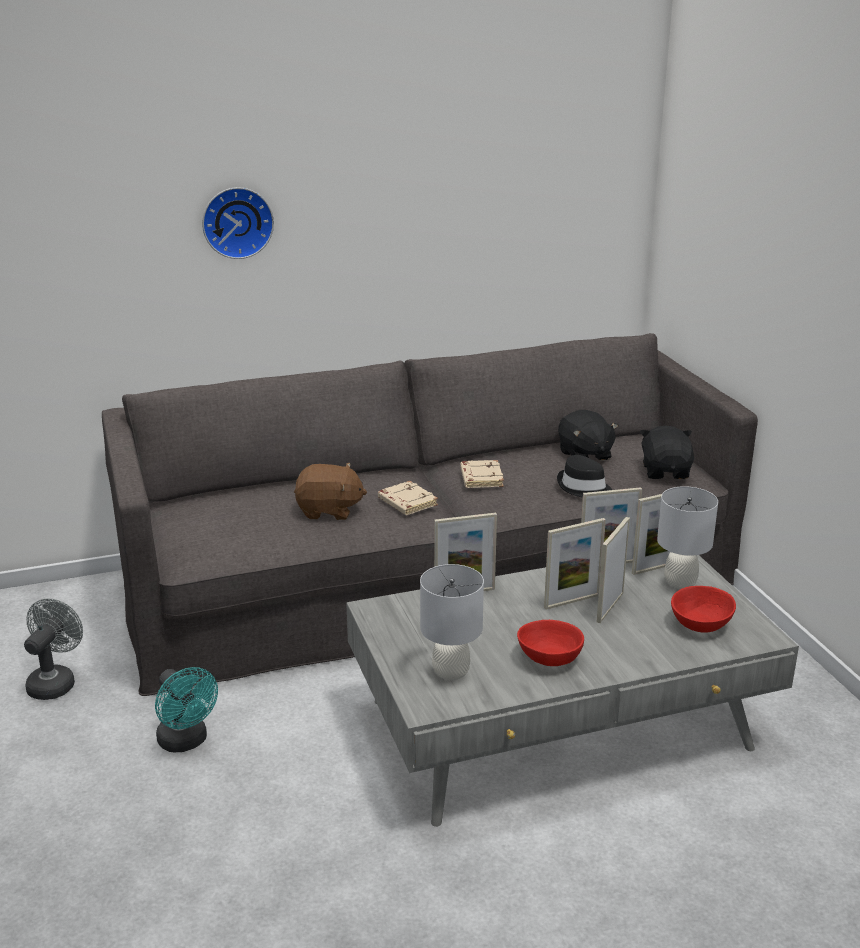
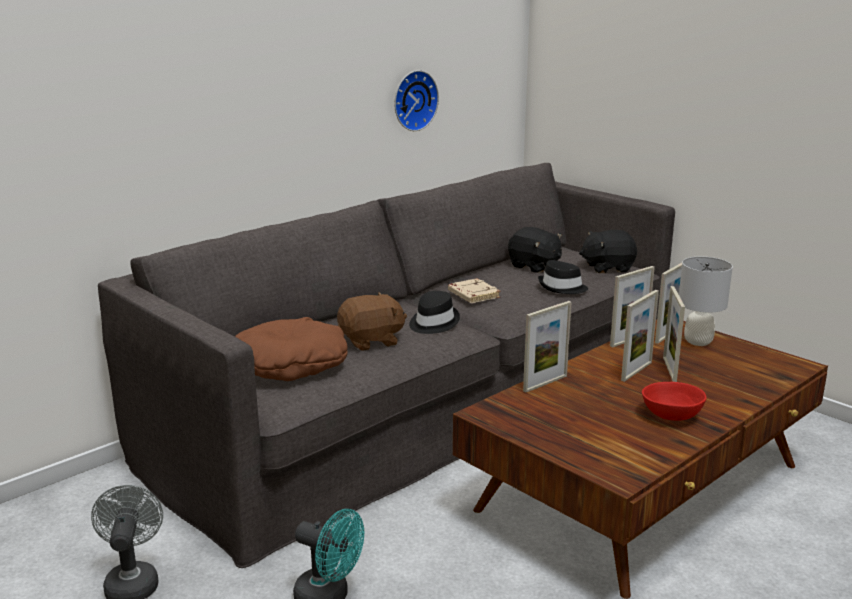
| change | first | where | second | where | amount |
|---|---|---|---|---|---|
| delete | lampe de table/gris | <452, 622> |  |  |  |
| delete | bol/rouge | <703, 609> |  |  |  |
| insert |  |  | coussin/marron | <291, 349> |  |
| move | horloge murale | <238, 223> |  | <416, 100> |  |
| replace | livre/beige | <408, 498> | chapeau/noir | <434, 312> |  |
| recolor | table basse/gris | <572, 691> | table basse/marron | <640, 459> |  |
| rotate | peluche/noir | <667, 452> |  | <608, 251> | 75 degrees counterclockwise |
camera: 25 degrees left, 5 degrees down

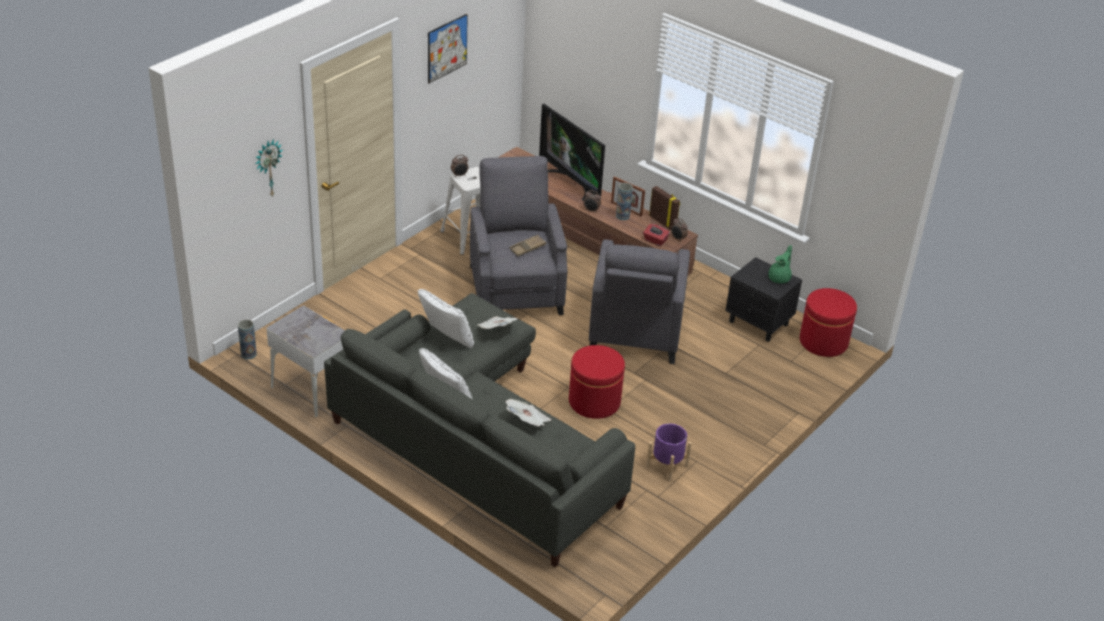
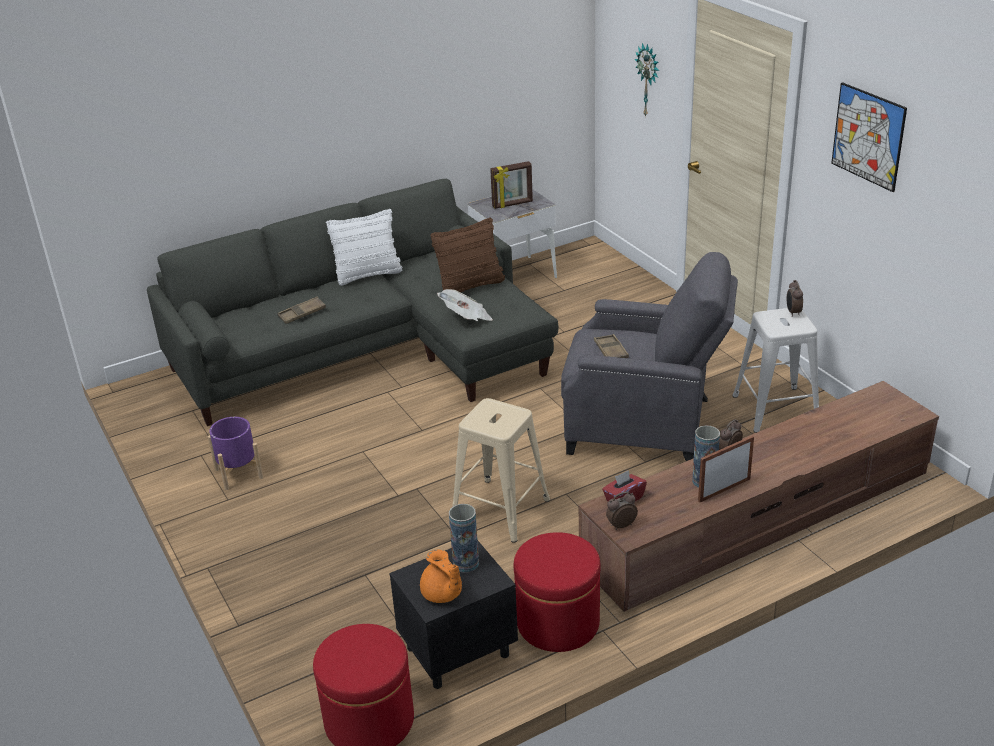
| change | first | where | second | where | amount |
|---|---|---|---|---|---|
| delete | téléviseur | <572, 152> |  |  |  |
| move | vase | <247, 339> |  | <464, 538> |  |
| move | pouf/rouge | <597, 382> |  | <557, 592> |  |
| move | cadre photo | <664, 208> |  | <511, 185> |  |
| replace | journal | <528, 413> | plateau/marron | <301, 310> |  |
| replace | fauteuil/gris | <639, 301> | tabouret/beige | <501, 470> |  |
| recolor | coussin/blanc | <445, 318> | coussin/marron | <467, 254> |  |
| recolor | théière/vert | <780, 264> | théière/orange | <441, 576> |  |
camera: 115 degrees right, 5 degrees down

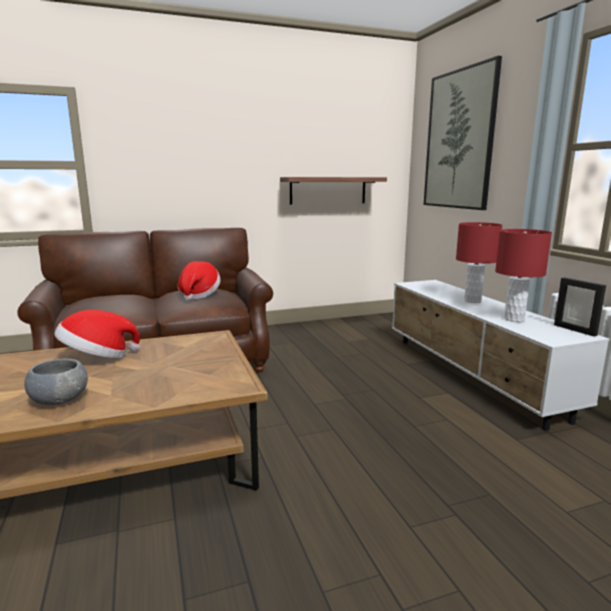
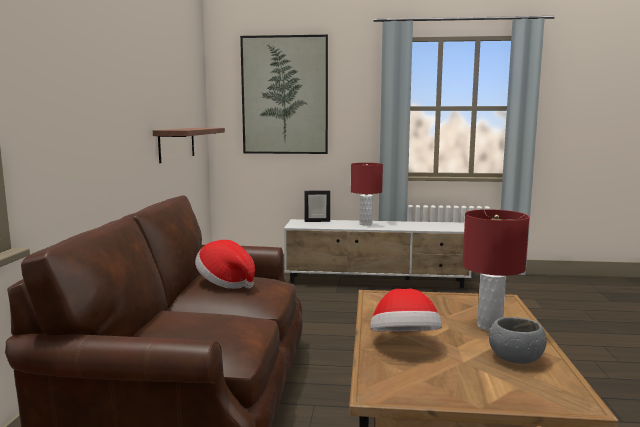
| change | first | where | second | where | amount |
|---|---|---|---|---|---|
| move | lampe de table/rouge | <523, 275> |  | <495, 270> |  |
| move | cadre photo | <580, 307> |  | <317, 206> |  |
camera: 65 degrees left, 5 degrees down

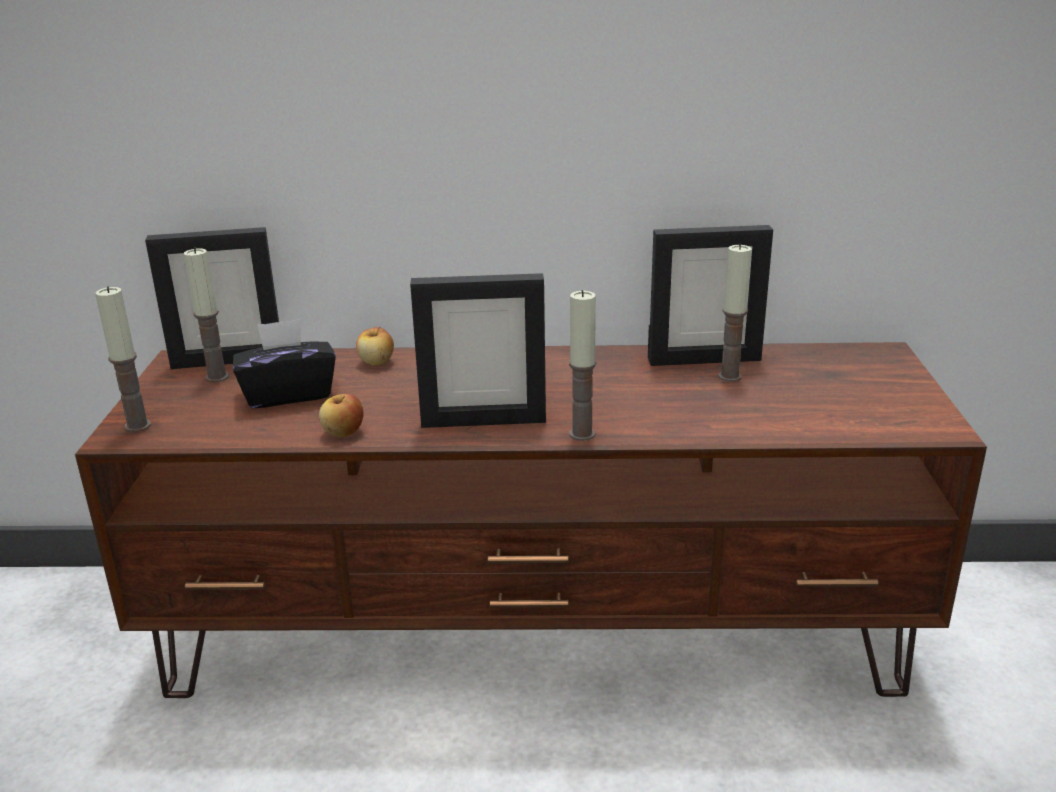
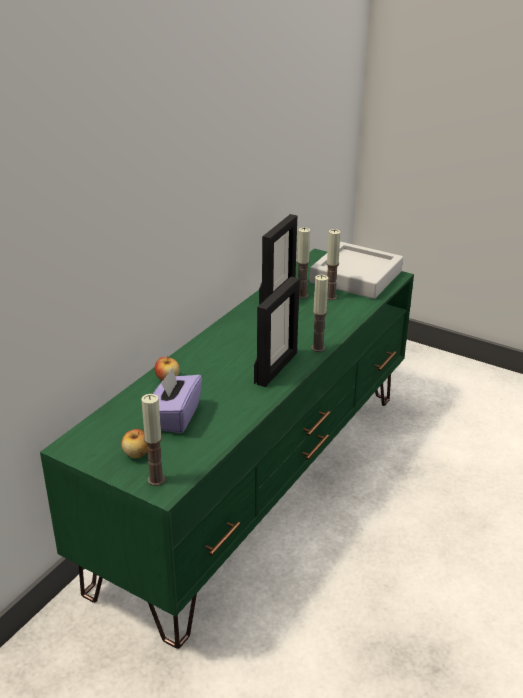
| change | first | where | second | where | amount |
|---|---|---|---|---|---|
| delete | cadre photo | <212, 298> |  |  |  |
| insert |  |  | plateau/gris | <356, 270> |  |
| move | bougie | <206, 315> |  | <333, 264> |  |
| move | pomme | <341, 415> |  | <134, 443> |  |
| recolor | meuble télé/marron | <531, 520> | meuble télé/vert | <227, 448> |  |
| recolor | boîte à mouchoirs/noir | <284, 364> | boîte à mouchoirs/violet | <177, 400> |  |
camera: 60 degrees left, 5 degrees up

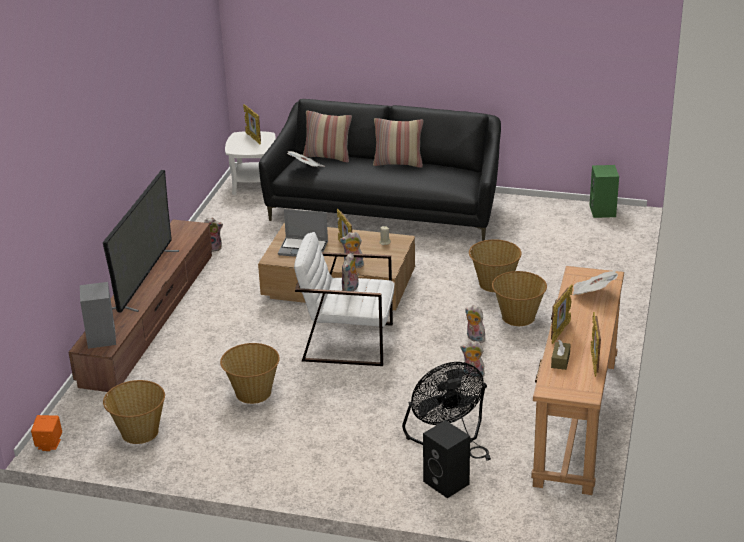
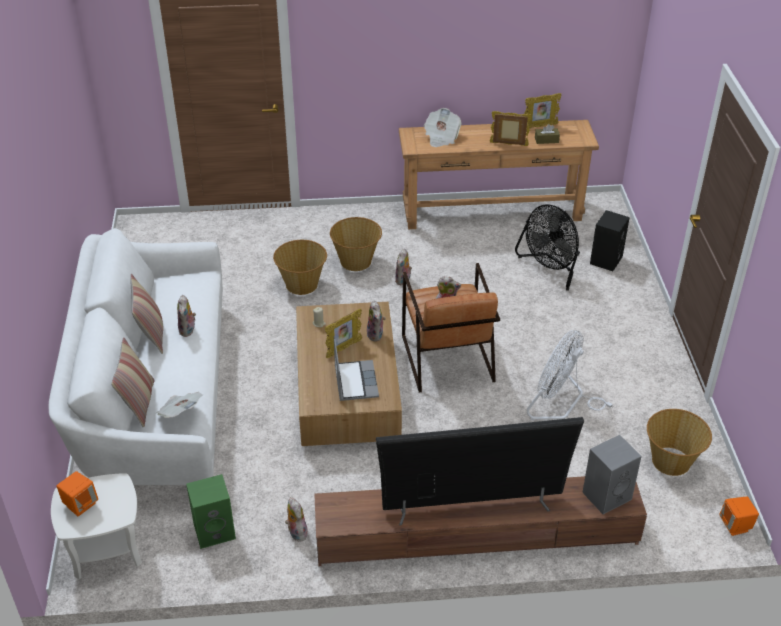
| change | first | where | second | where | amount |
|---|---|---|---|---|---|
| move | peluche | <472, 360> |  | <186, 316> |  |
| move | enceinte/vert | <604, 191> |  | <211, 511> |  |
| replace | panier | <250, 373> | ventilateur/blanc | <570, 375> |  |
| replace | cadre photo | <252, 124> | enceinte/orange | <77, 493> |  |
| recolor | canapé/noir | <380, 170> | canapé/blanc | <136, 356> |  |
| recolor | fauteuil/blanc | <344, 299> | fauteuil/marron | <451, 328> |  |
camera: 110 degrees left, 10 degrees up

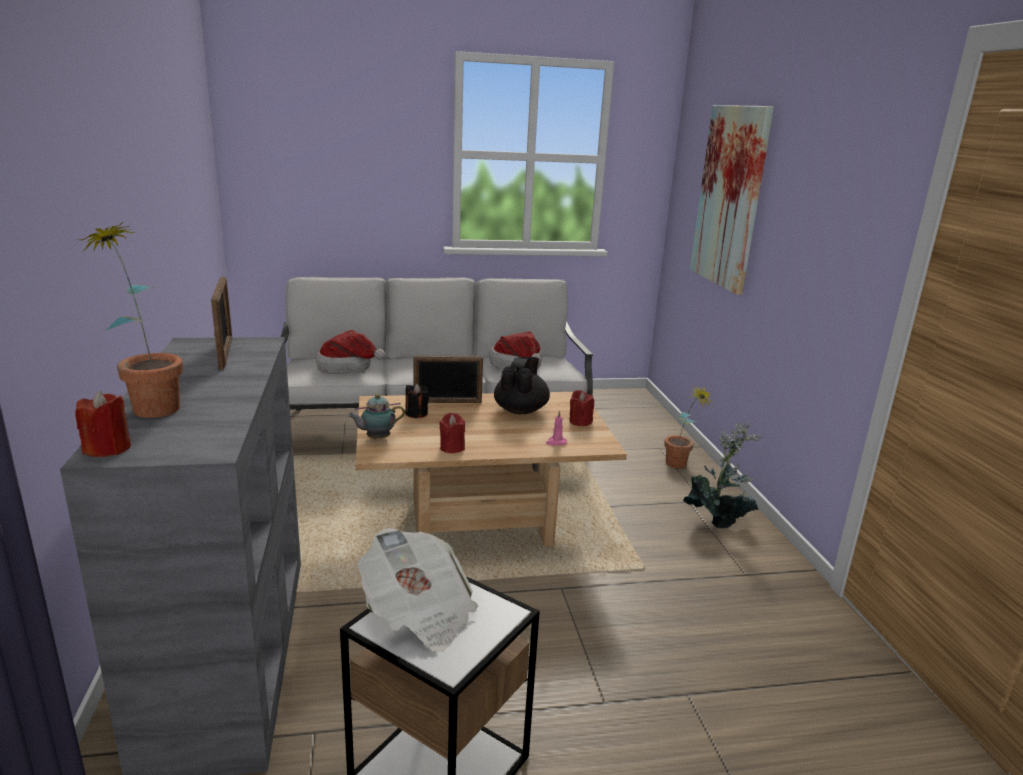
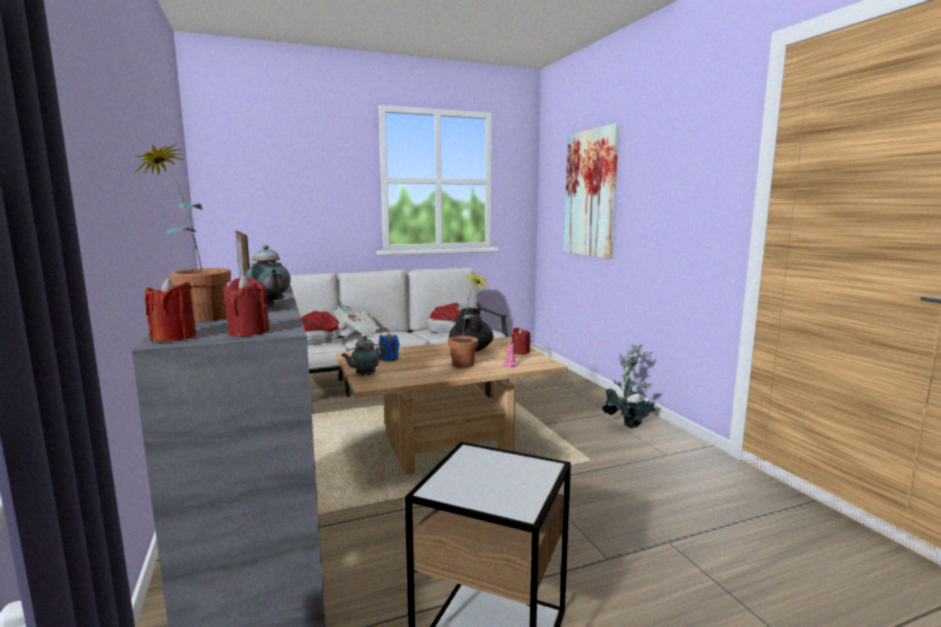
| change | first | where | second | where | amount |
|---|---|---|---|---|---|
| delete | cadre photo | <448, 379> |  |  |  |
| insert |  |  | théière | <268, 275> |  |
| move | journal | <418, 590> |  | <357, 320> |  |
| move | bougie/rouge | <452, 433> |  | <246, 306> |  |
| move | plante en pot | <689, 427> |  | <469, 320> |  |
| recolor | bougie/noir | <417, 401> | bougie/bleu | <389, 347> |  |
camera: 10 degrees left, 10 degrees down

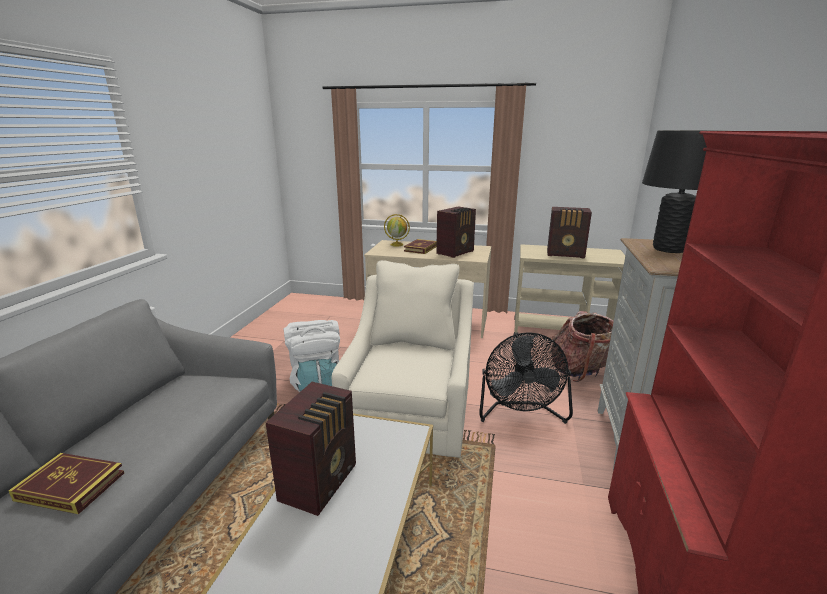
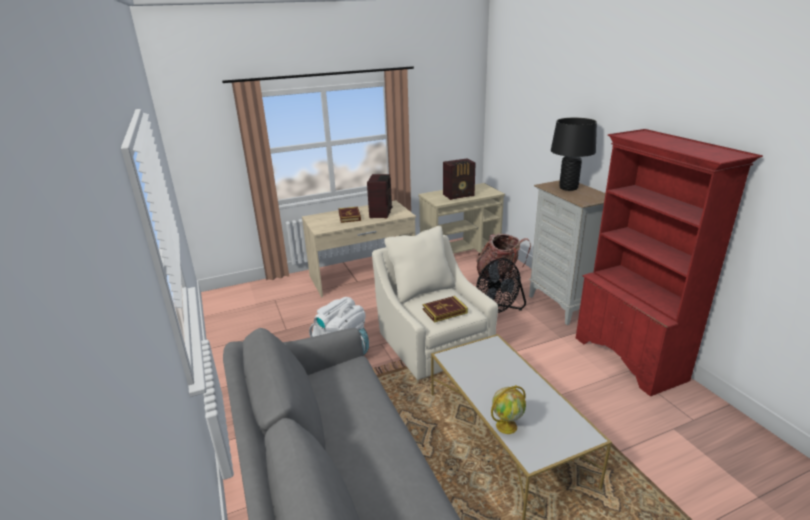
| change | first | where | second | where | amount |
|---|---|---|---|---|---|
| delete | radio | <310, 449> |  |  |  |
| move | livre | <66, 483> |  | <445, 309> |  |
| move | globe | <397, 230> |  | <508, 409> |  |
camera: 35 degrees left, 5 degrees up

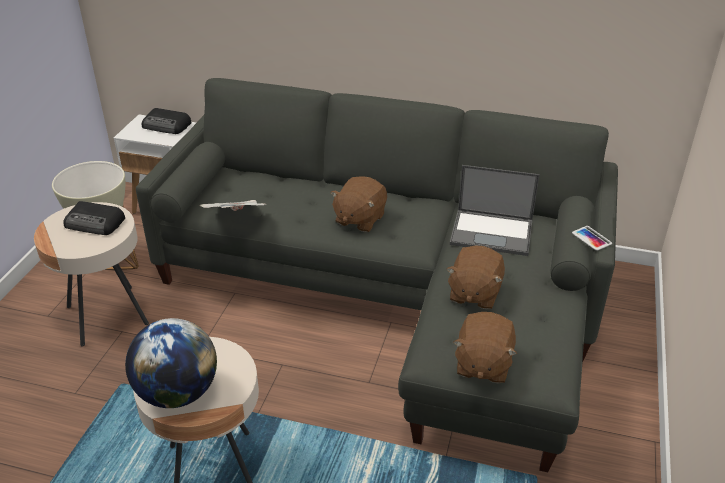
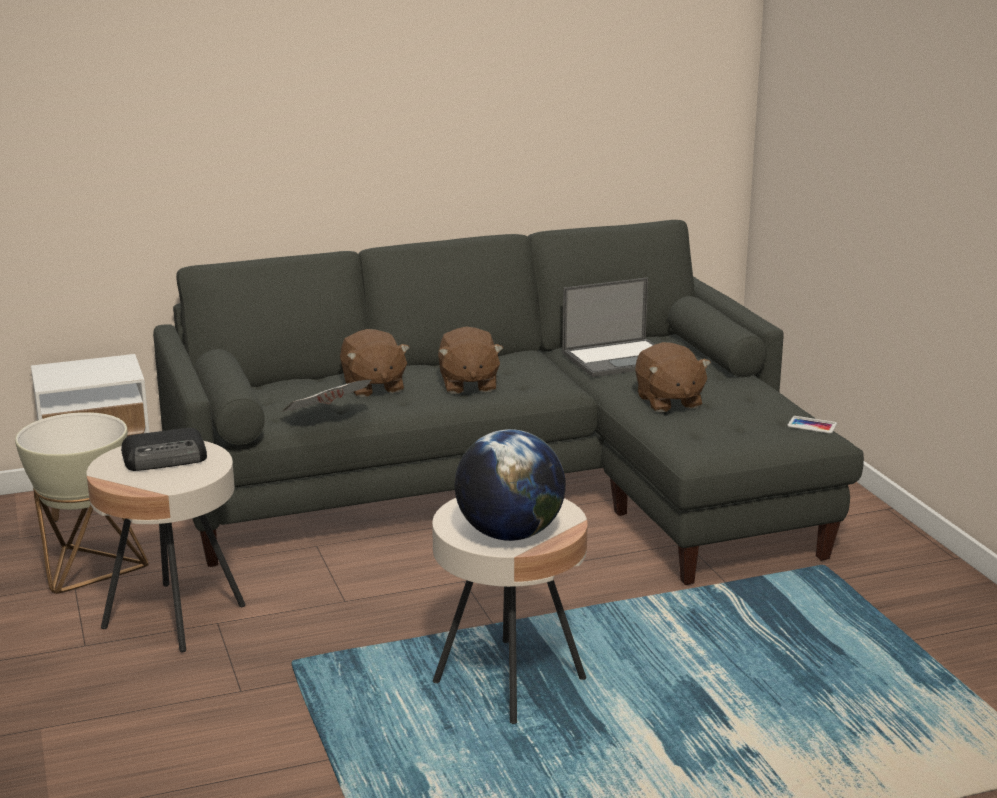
| change | first | where | second | where | amount |
|---|---|---|---|---|---|
| delete | radio | <166, 121> |  |  |  |
| move | peluche/marron | <485, 348> |  | <375, 363> |  |
| move | téléphone | <592, 238> |  | <812, 424> |  |
camera: 35 degrees left, 15 degrees down

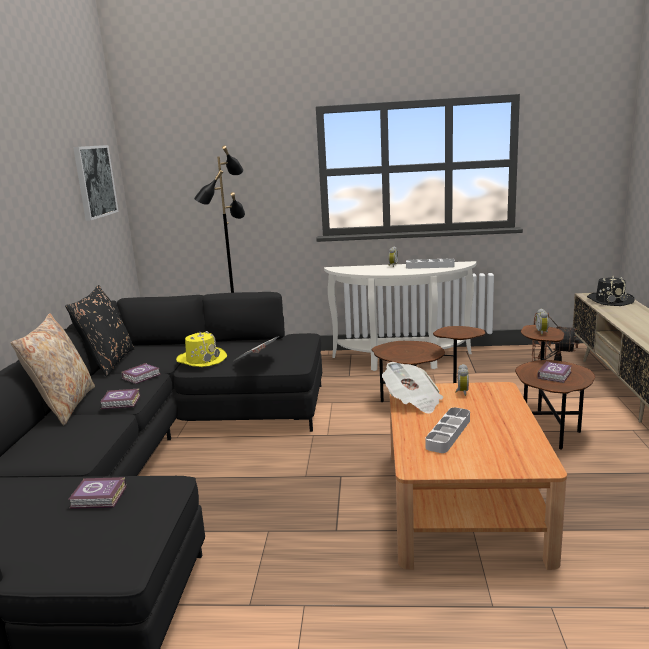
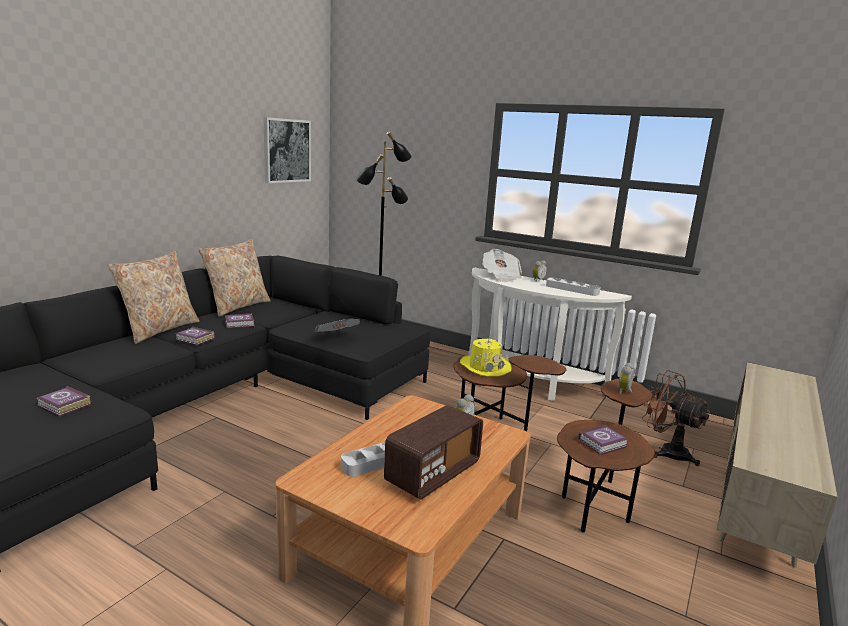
| change | first | where | second | where | amount |
|---|---|---|---|---|---|
| delete | chapeau/noir | <611, 291> |  |  |  |
| insert |  |  | radio | <433, 452> |  |
| move | chapeau/jaune | <201, 349> |  | <486, 357> |  |
| move | journal | <412, 388> |  | <502, 265> |  |
| recolor | coussin/noir | <100, 331> | coussin/beige | <234, 278> |  |
camera: 25 degrees right, 0 degrees up

